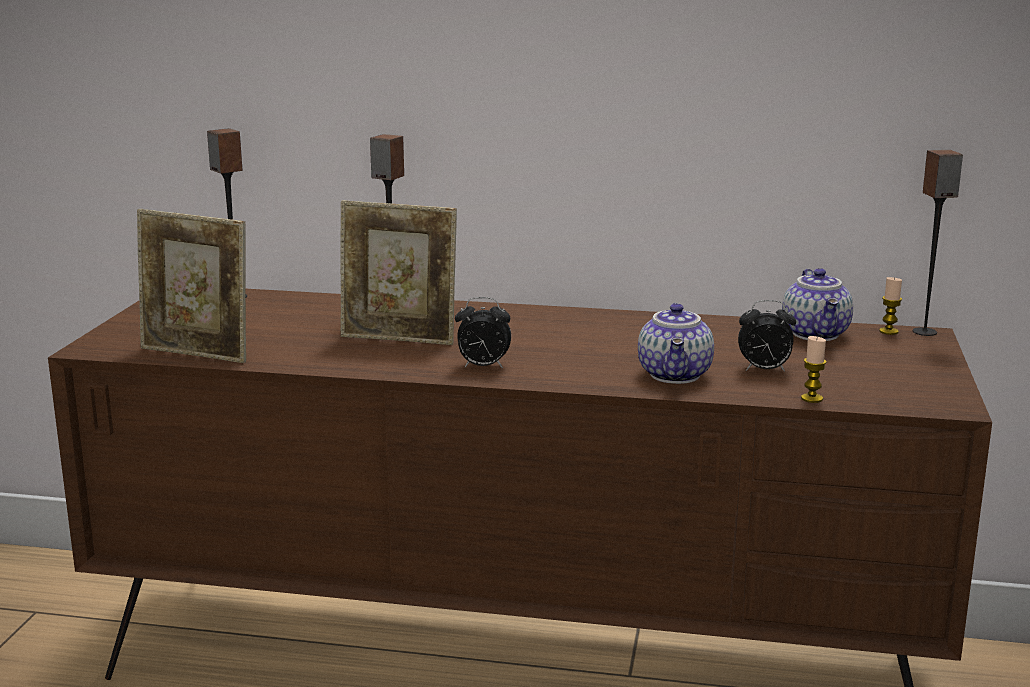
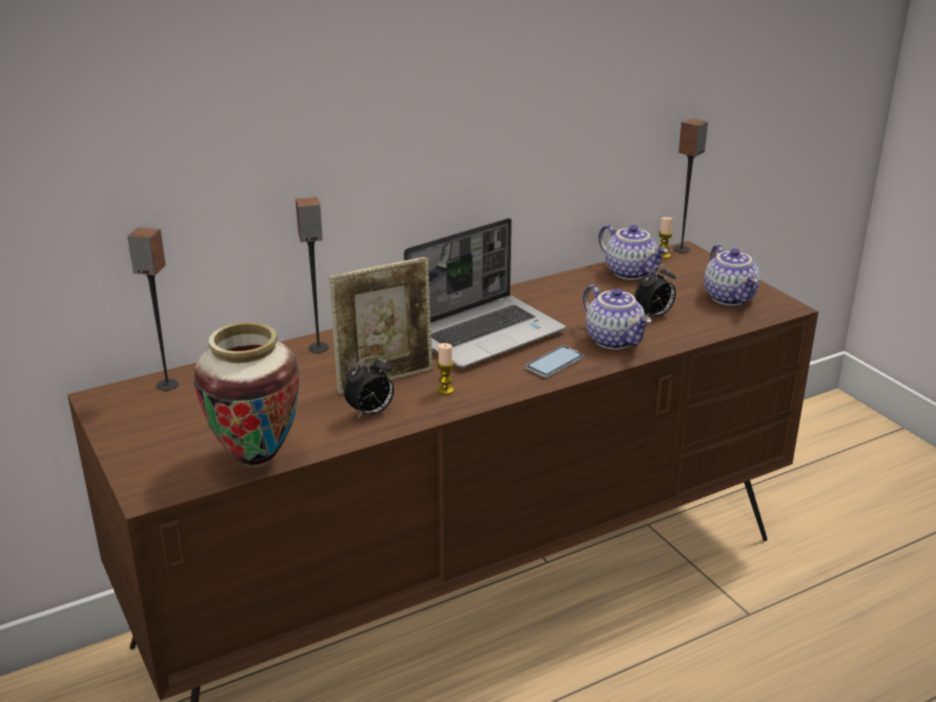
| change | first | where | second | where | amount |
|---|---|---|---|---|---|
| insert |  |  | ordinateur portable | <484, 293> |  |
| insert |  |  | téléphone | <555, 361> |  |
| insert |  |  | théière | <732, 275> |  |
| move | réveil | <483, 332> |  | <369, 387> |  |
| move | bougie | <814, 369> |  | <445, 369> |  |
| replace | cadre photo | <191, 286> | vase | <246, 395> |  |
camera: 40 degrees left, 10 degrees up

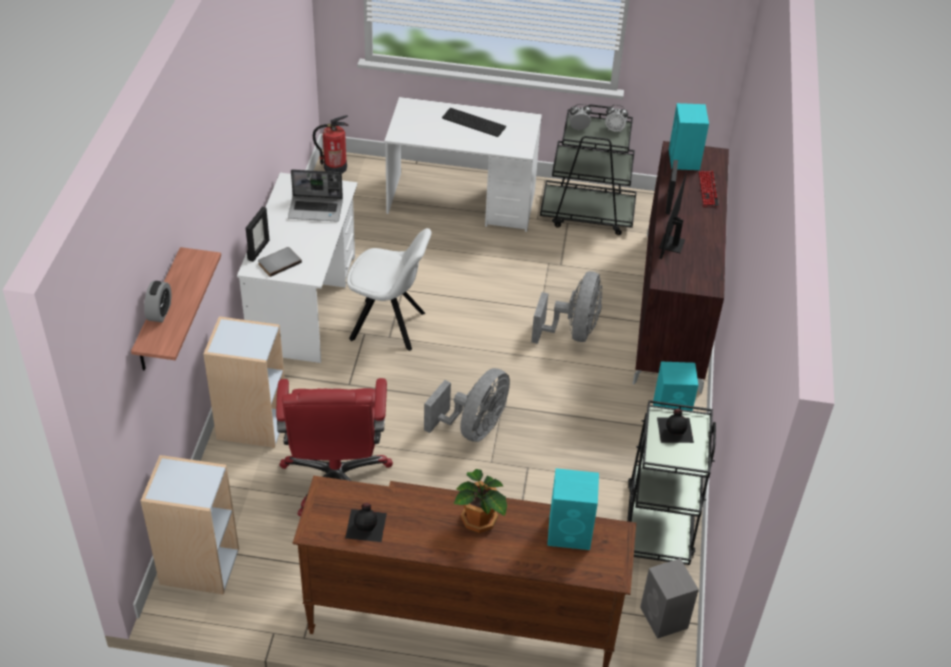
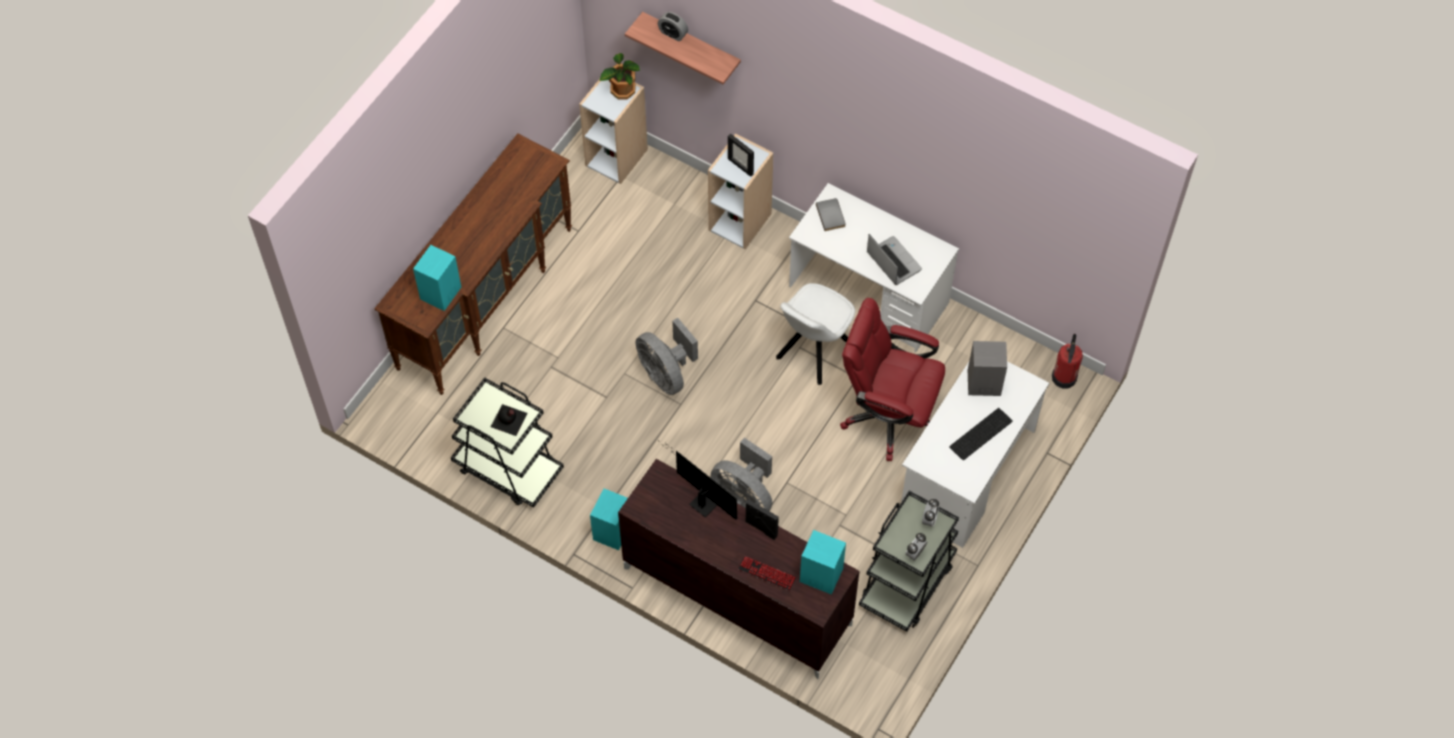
| change | first | where | second | where | amount |
|---|---|---|---|---|---|
| delete | bouteille/noir | <366, 522> |  |  |  |
| move | cadre photo | <258, 234> |  | <741, 155> |  |
| move | chaise de bureau/rouge | <334, 447> |  | <892, 379> |  |
| move | plante en pot | <480, 501> |  | <619, 76> |  |
| move | enceinte/gris | <669, 598> |  | <987, 368> |  |
| rotate | ordinateur portable | <315, 195> |  | <894, 259> | 120 degrees clockwise |
camera: 115 degrees right, 15 degrees up

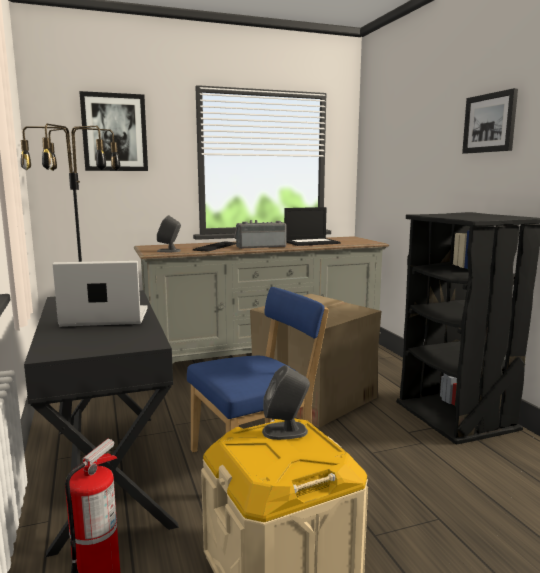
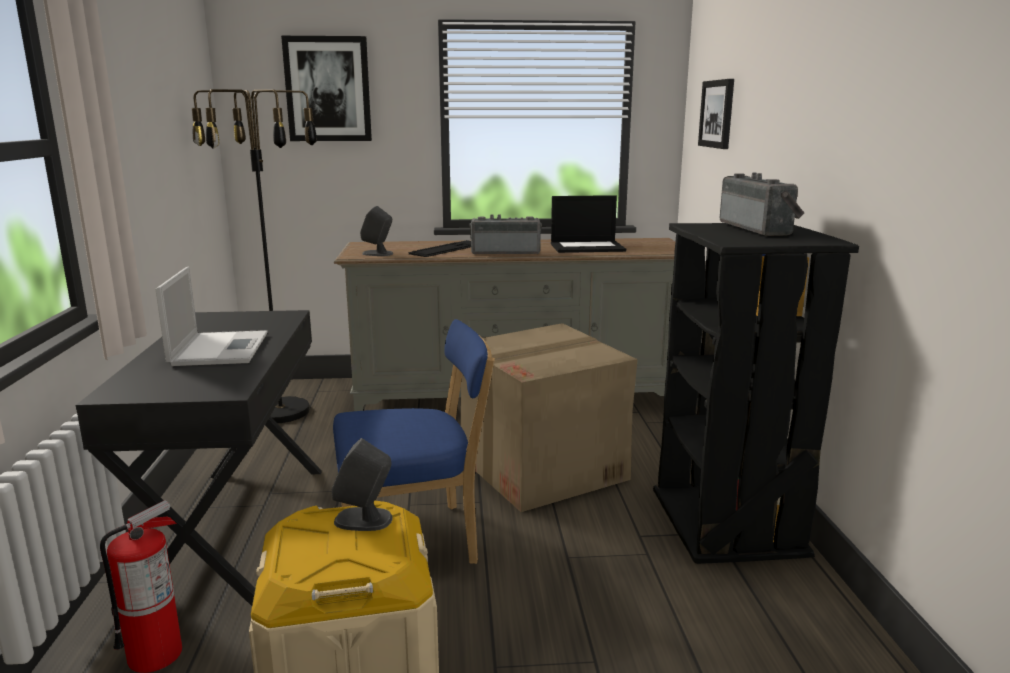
| change | first | where | second | where | amount |
|---|---|---|---|---|---|
| insert |  |  | radio | <762, 204> |  |
| move | tableau | <490, 121> |  | <716, 114> |  |
| rotate | ordinateur portable | <100, 294> |  | <211, 316> | 75 degrees clockwise |
camera: 15 degrees right, 5 degrees up

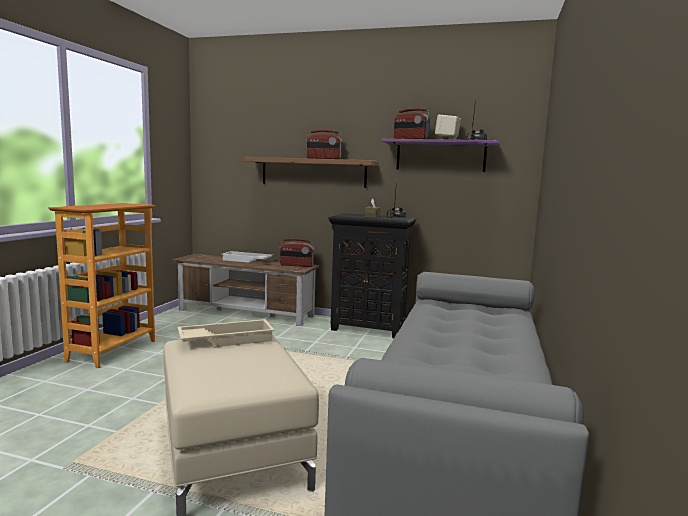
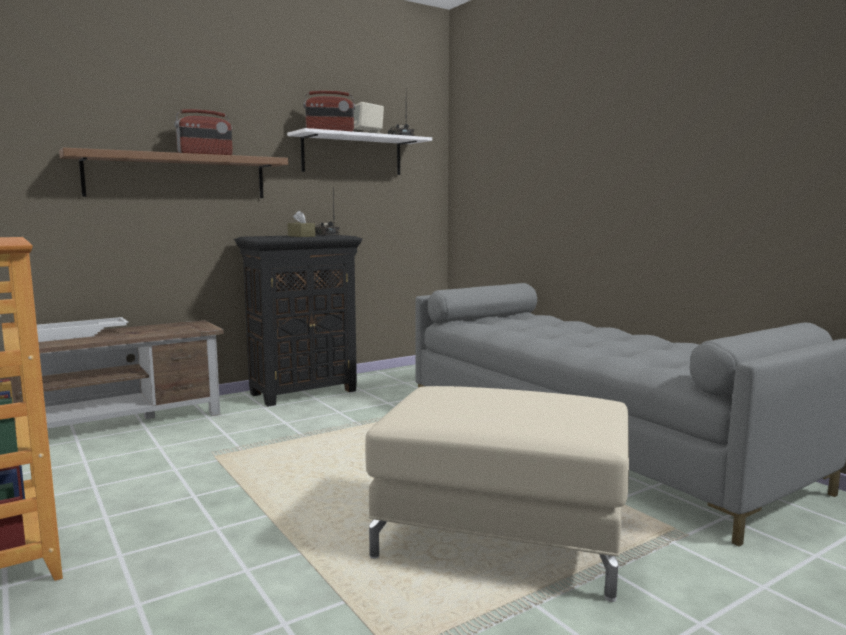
| change | first | where | second | where | amount |
|---|---|---|---|---|---|
| delete | plateau/beige | <226, 333> |  |  |  |
| delete | radio | <297, 253> |  |  |  |
| recolor | étagère/violet | <440, 155> | étagère/blanc | <359, 151> |  |
camera: 50 degrees left, 0 degrees up

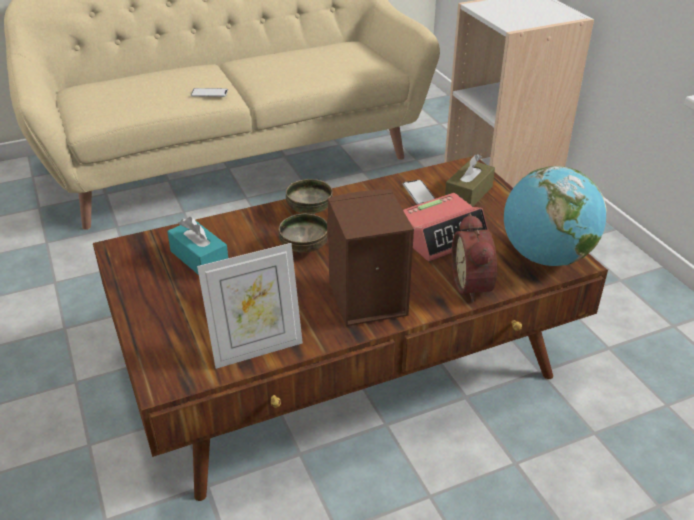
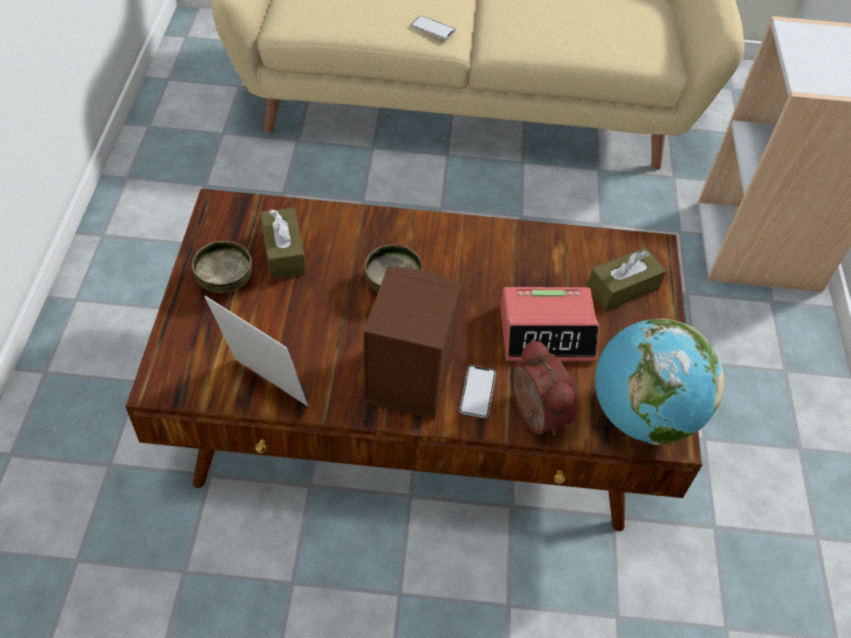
| change | first | where | second | where | amount |
|---|---|---|---|---|---|
| move | bol | <309, 196> |  | <222, 267> |  |
| move | téléphone | <419, 192> |  | <477, 391> |  |
| recolor | boîte à mouchoirs/turquoise | <197, 246> | boîte à mouchoirs/marron | <283, 243> |  |
| rotate | cadre photo | <250, 306> |  | <257, 351> | 150 degrees counterclockwise |
| rotate | réveil | <474, 258> |  | <543, 387> | 135 degrees clockwise |
camera: 25 degrees right, 15 degrees up

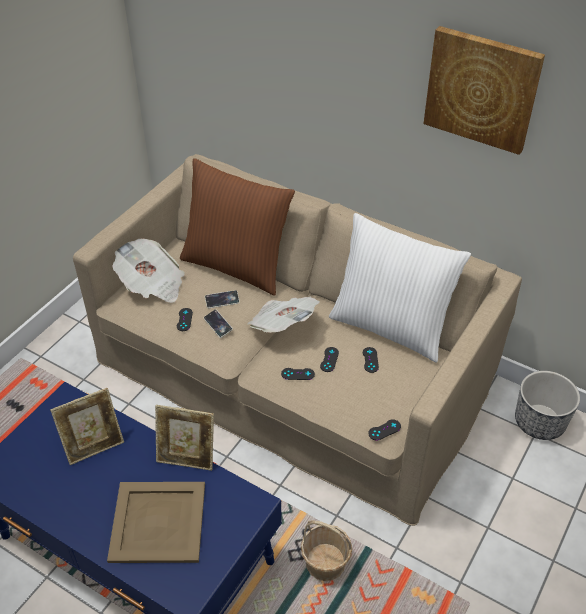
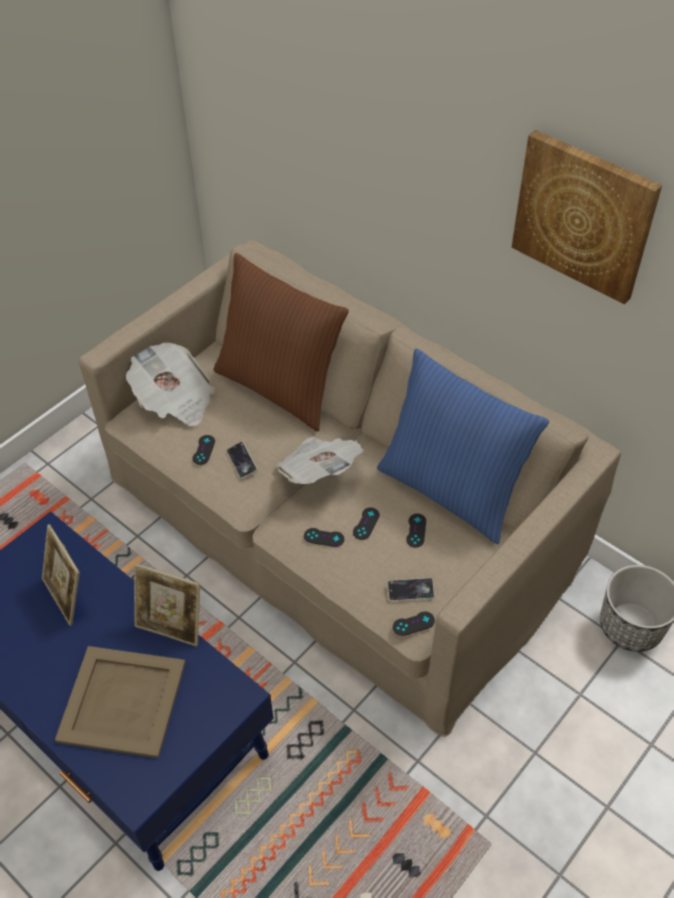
| change | first | where | second | where | amount |
|---|---|---|---|---|---|
| delete | panier | <326, 550> |  |  |  |
| move | téléphone | <222, 299> |  | <411, 589> |  |
| recolor | coussin/blanc | <400, 288> | coussin/bleu | <463, 446> |  |
| rotate | cadre photo | <87, 426> |  | <61, 575> | 75 degrees clockwise |
camera: 10 degrees right, 5 degrees up

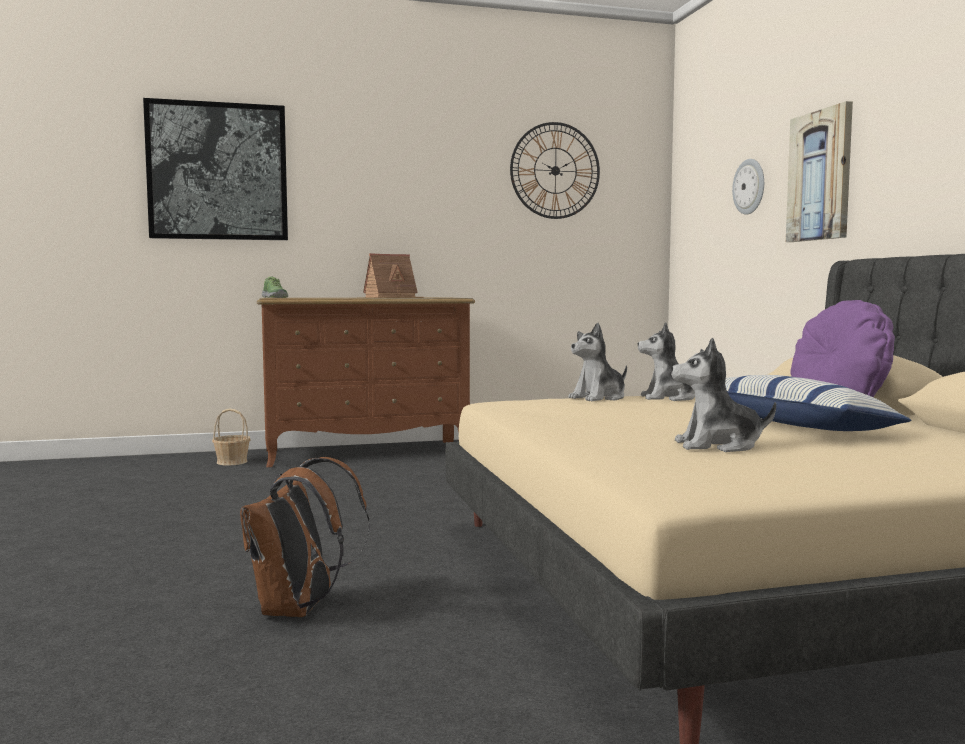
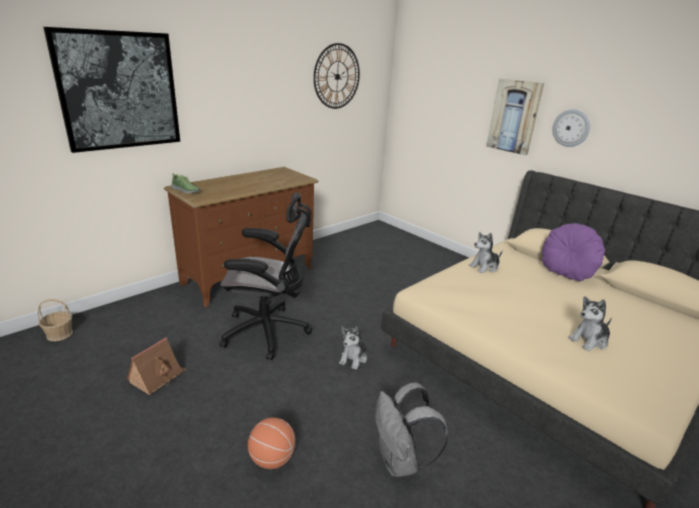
| change | first | where | second | where | amount |
|---|---|---|---|---|---|
| delete | coussin | <818, 403> |  |  |  |
| insert |  |  | chaise de bureau | <265, 276> |  |
| insert |  |  | ballon de basket | <272, 443> |  |
| move | panier | <231, 437> |  | <55, 320> |  |
| move | maison miniature | <391, 275> |  | <156, 366> |  |
| move | peluche | <598, 362> |  | <353, 348> |  |
| move | horloge murale | <748, 187> |  | <571, 128> |  |
| recolor | sac à dos/marron | <305, 537> | sac à dos/gris | <411, 429> |  |
camera: 30 degrees left, 20 degrees up

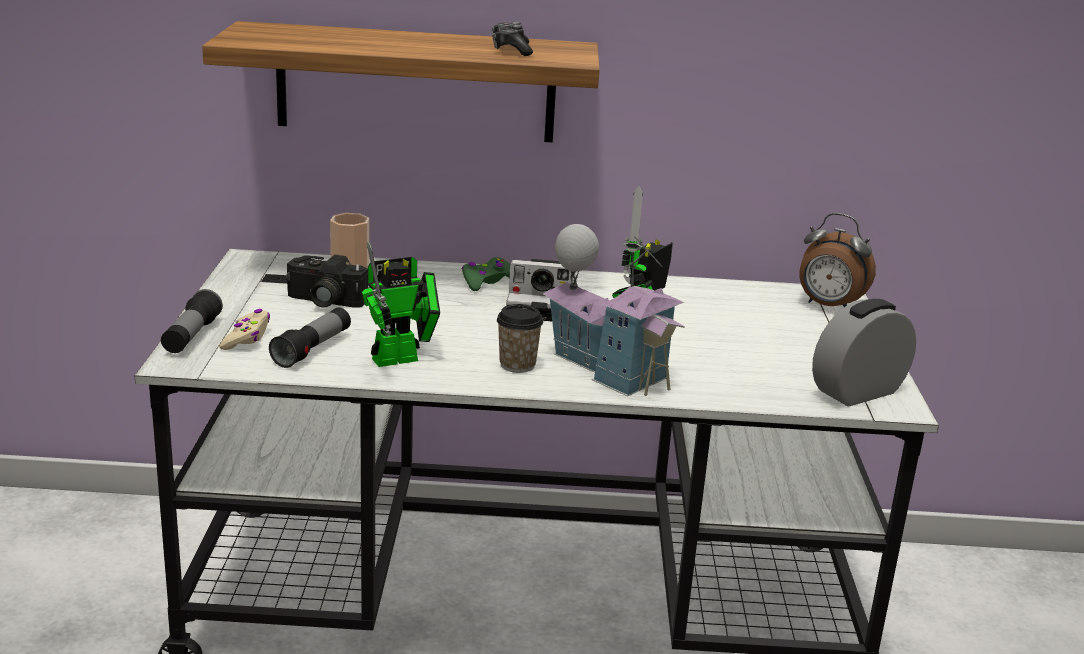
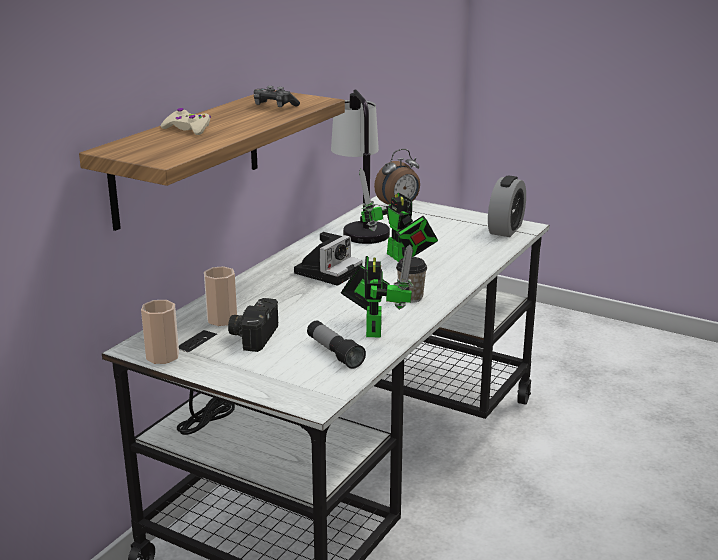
| change | first | where | second | where | amount |
|---|---|---|---|---|---|
| delete | lampe de poche | <192, 321> |  |  |  |
| delete | manette/vert | <486, 274> |  |  |  |
| delete | maison miniature | <614, 310> |  |  |  |
| insert |  |  | tasse | <160, 332> |  |
| insert |  |  | lampe de table | <360, 166> |  |
| move | manette/beige | <244, 329> |  | <186, 121> |  |
| rotate | appareil photo | <327, 281> |  | <253, 325> | 150 degrees clockwise |
| rotate | réveil | <864, 353> |  | <507, 206> | 150 degrees counterclockwise |
camera: 60 degrees left, 0 degrees up

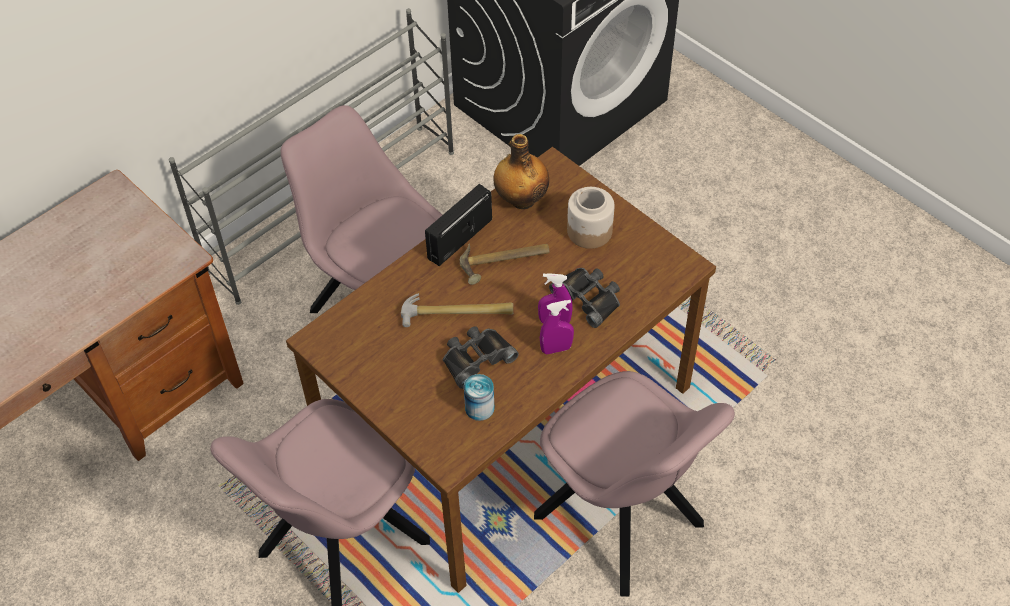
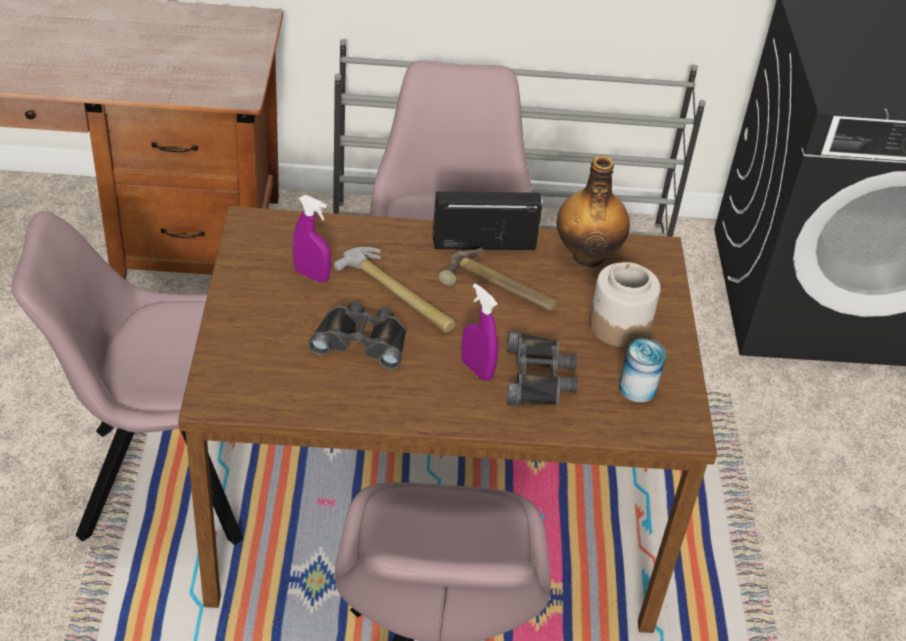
| change | first | where | second | where | amount |
|---|---|---|---|---|---|
| move | boîte métallique | <479, 397> |  | <642, 370> |  |
| move | vaporisateur/violet | <557, 327> |  | <312, 239> |  |
camera: 40 degrees right, 10 degrees down

